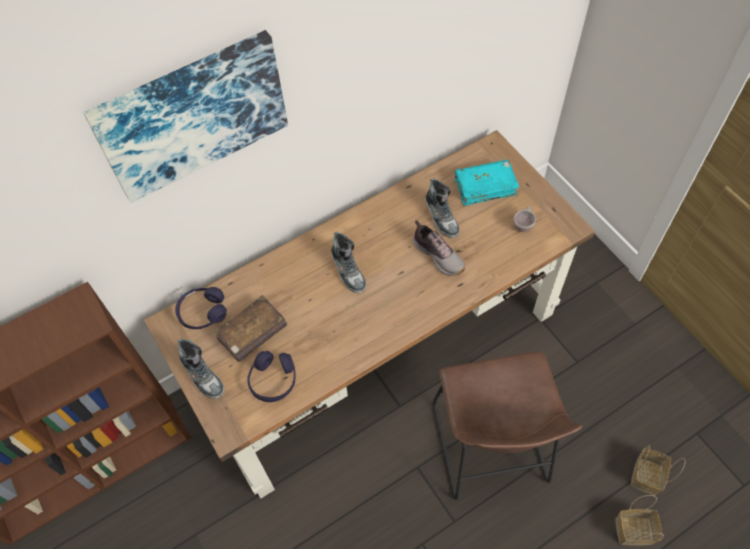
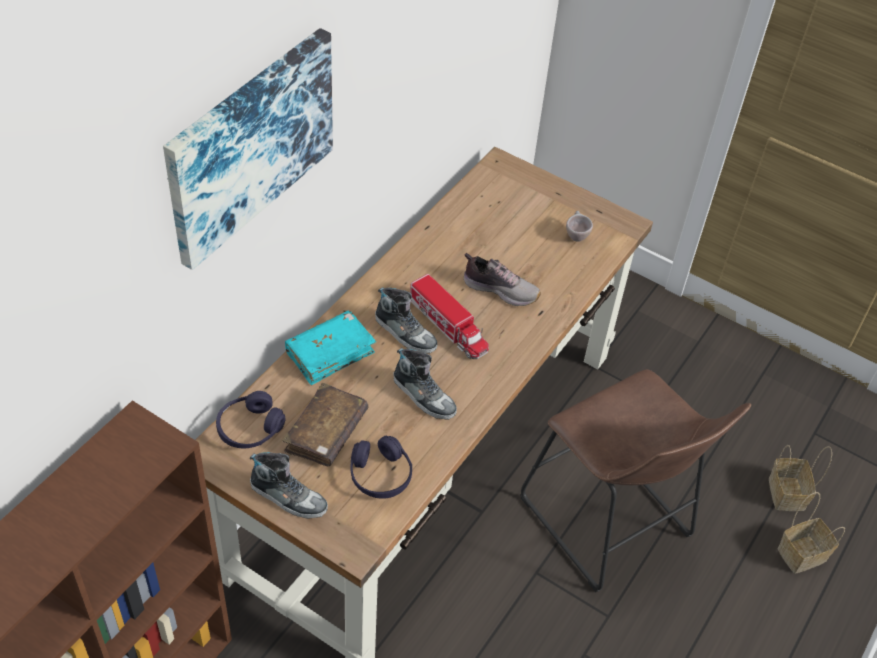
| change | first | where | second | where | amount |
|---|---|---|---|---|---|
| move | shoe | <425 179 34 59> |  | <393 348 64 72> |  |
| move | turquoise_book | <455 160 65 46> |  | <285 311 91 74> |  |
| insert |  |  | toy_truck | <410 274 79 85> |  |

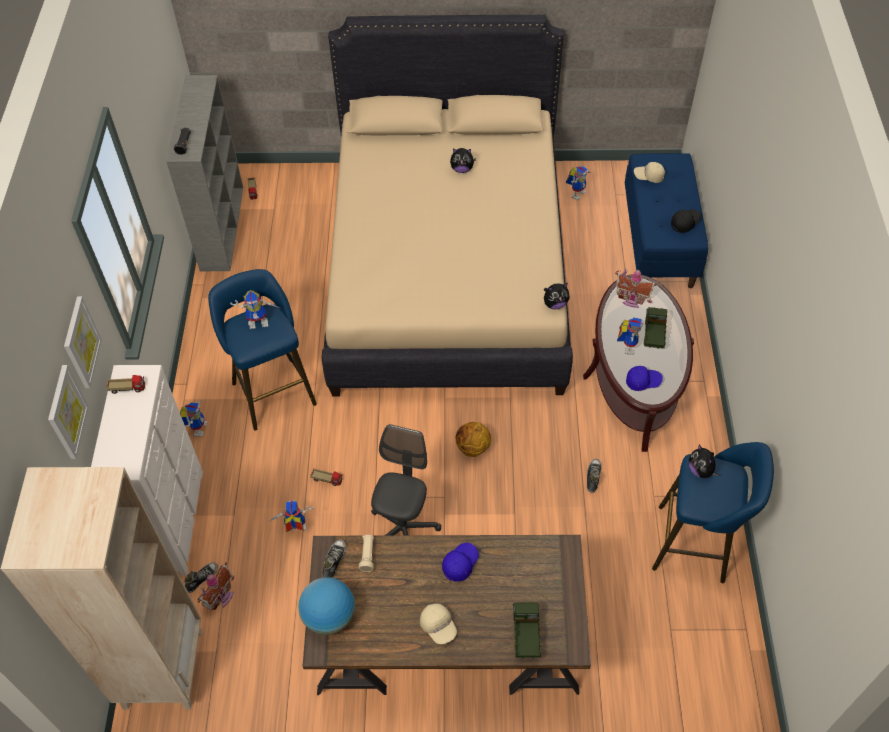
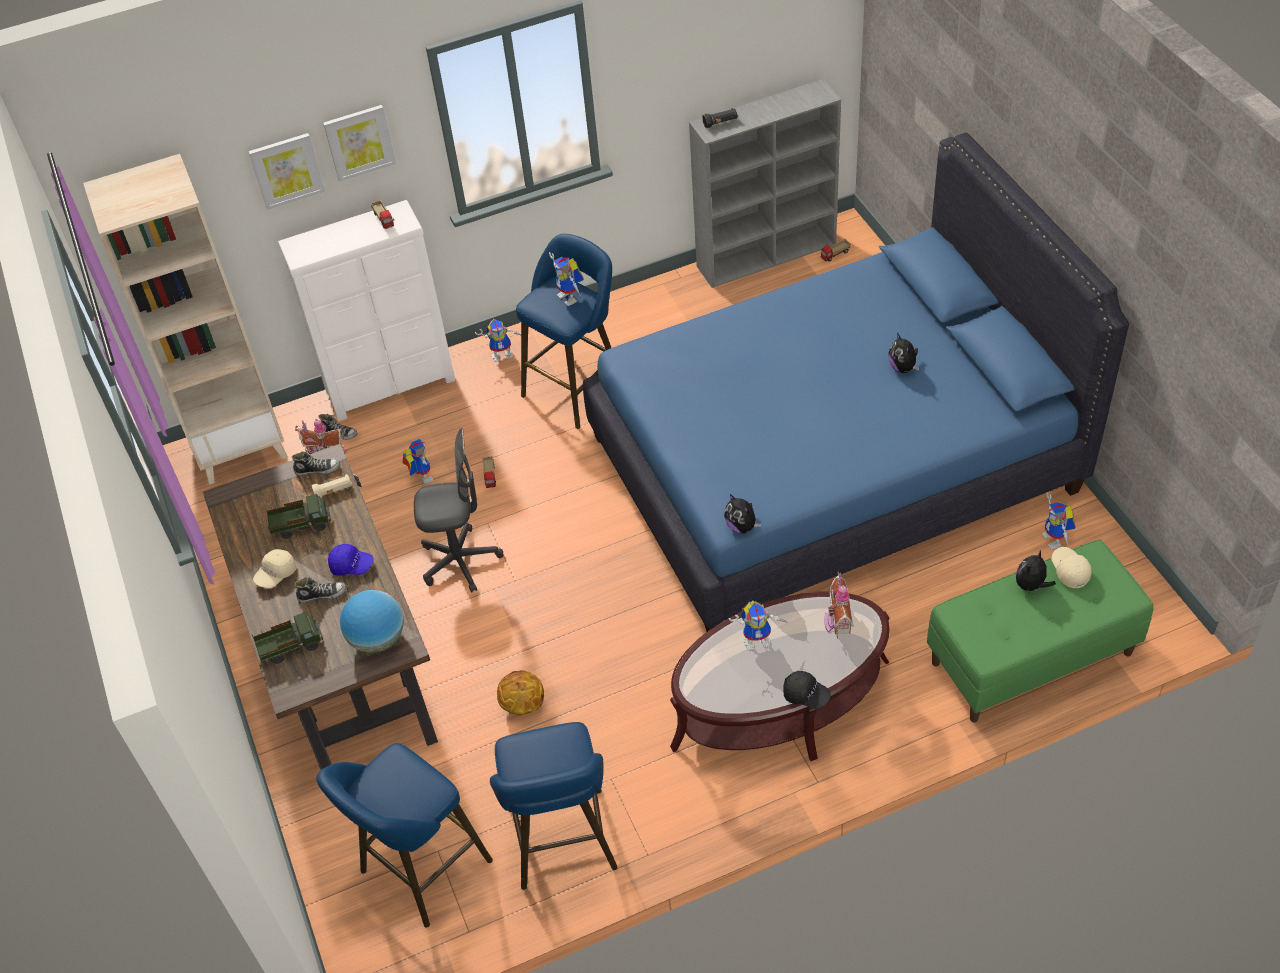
| change | first | where | second | where | amount |
|---|---|---|---|---|---|
| move | globe | <298 577 57 58> |  | <340 590 64 63> |  |
| recolor | beige_bed | <322 15 251 382> | blue_bed | <583 133 546 499> |  |
| move | basketball | <455 422 36 35> |  | <497 670 47 45> |  |
| rotate | toy_robot | <566 166 25 34> |  | <1042 492 34 58> | 60 degrees clockwise |
| move | shoe | <587 459 14 34> |  | <295 577 51 26> |  |
| recolor | blue_bench | <625 153 83 135> | green_bench | <927 540 227 182> |  |
| delete | blue_cap | <626 366 37 25> |  |  |  |
| move | toy_truck | <644 307 23 42> |  | <265 494 66 45> |  |
| move | black_cap | <671 209 30 24> |  | <784 671 47 38> |  |
| move | plush_toy | <689 444 30 34> |  | <1016 550 40 45> |  |
| insert |  |  | blue_stool | <316 743 177 185> |  |

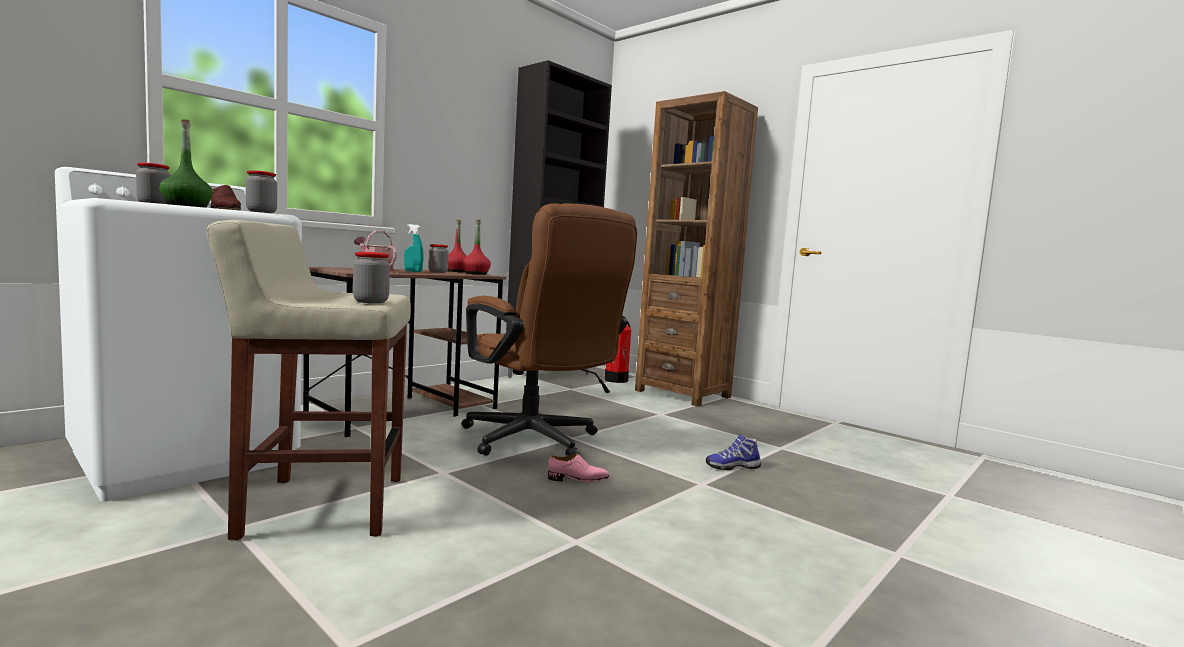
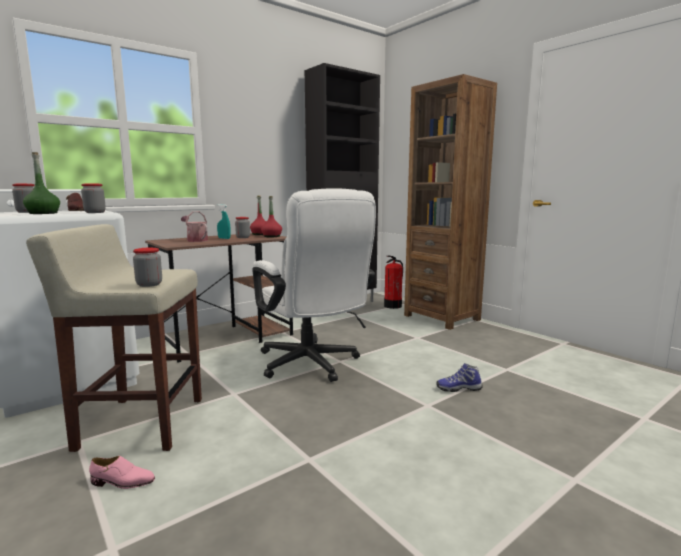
| change | first | where | second | where | amount |
|---|---|---|---|---|---|
| recolor | brown_office_chair | <461 203 176 253> | white_office_chair | <252 188 124 194> |  |
| move | pink_shoe | <548 454 61 28> |  | <89 456 66 33> |  |

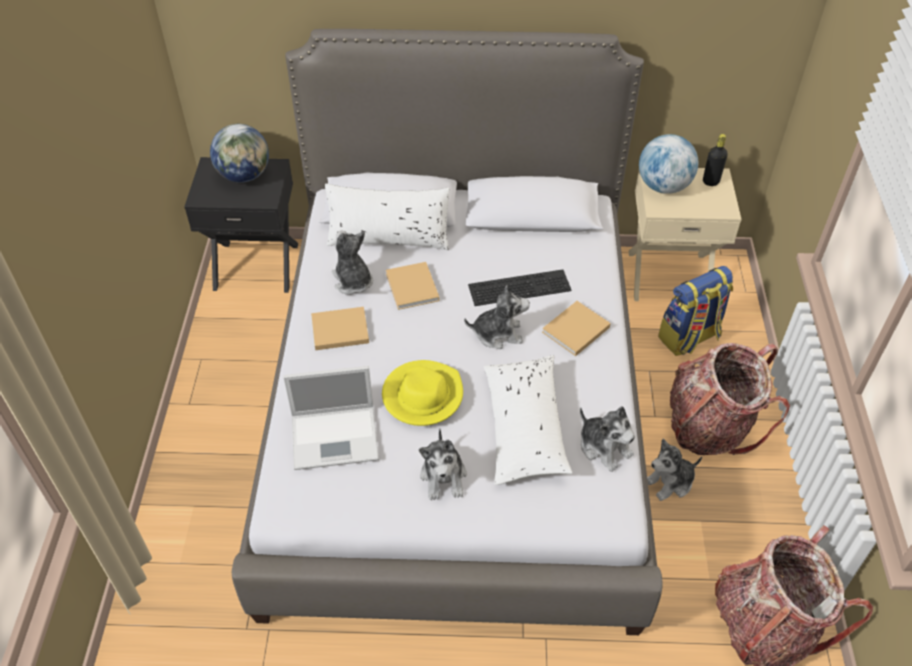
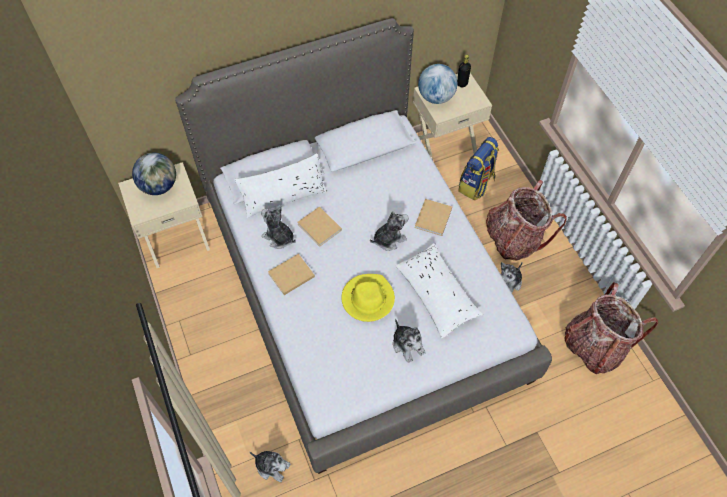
| change | first | where | second | where | amount |
|---|---|---|---|---|---|
| recolor | black_nightstand | <184 157 114 136> | beige_nightstand | <118 162 92 106> |  |
| delete | laptop | <283 366 96 104> |  |  |  |
| delete | keyboard | <468 269 104 37> |  |  |  |
| move | plush_toy | <580 406 55 66> |  | <250 451 41 31> |  |

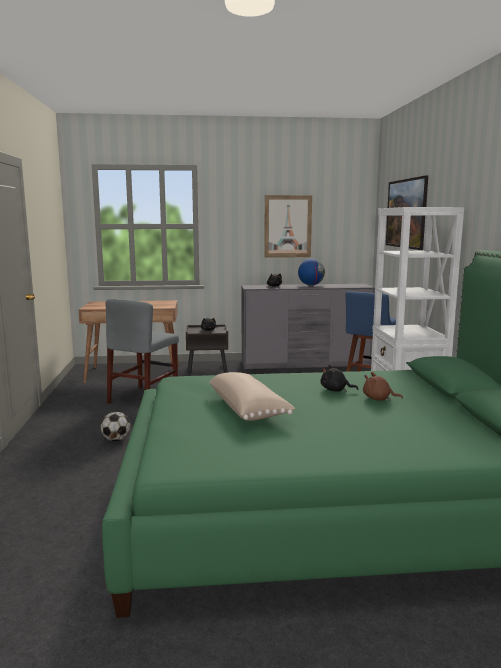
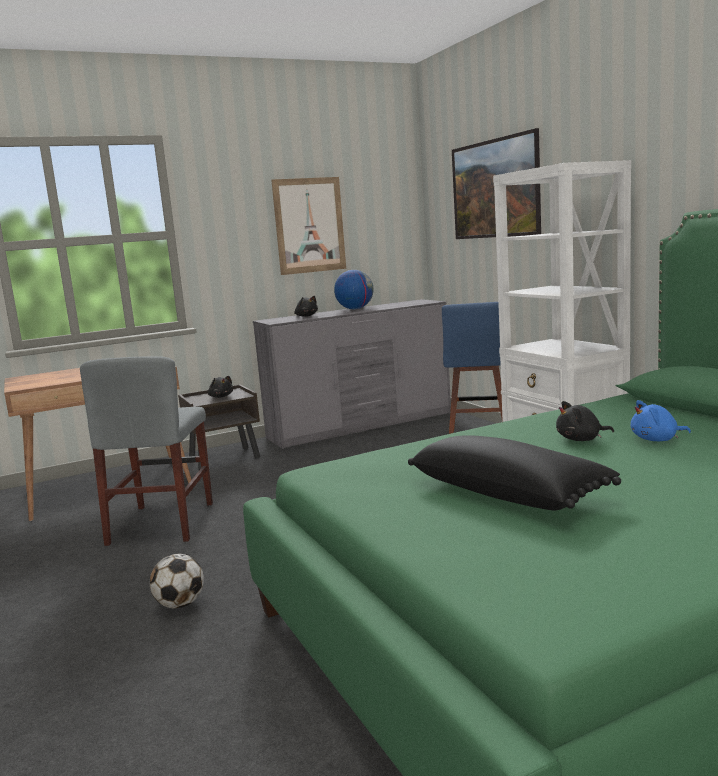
| change | first | where | second | where | amount |
|---|---|---|---|---|---|
| recolor | beige_pillow | <209 372 86 49> | black_pillow | <408 435 213 75> |  |
| recolor | brown_plush_toy | <363 372 40 29> | blue_plush_toy | <631 400 60 41> |  |

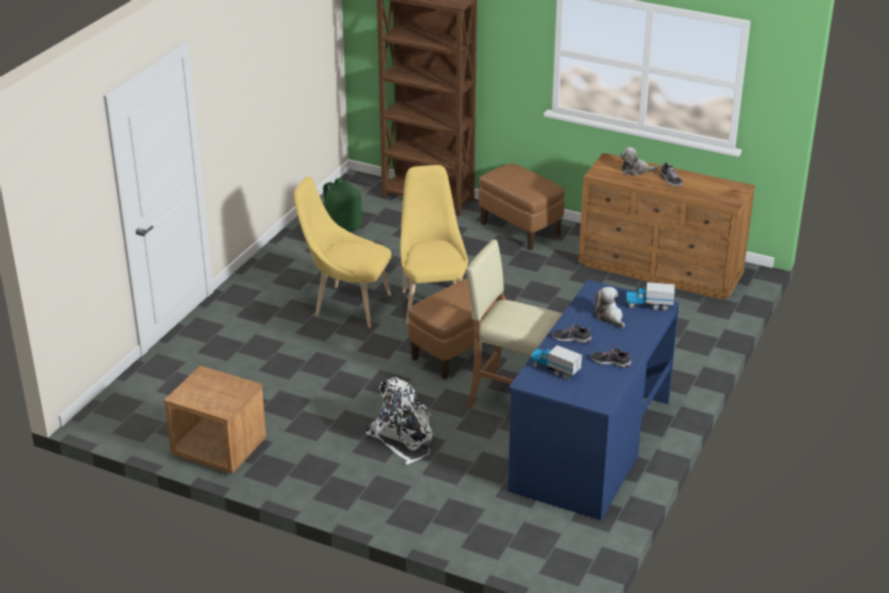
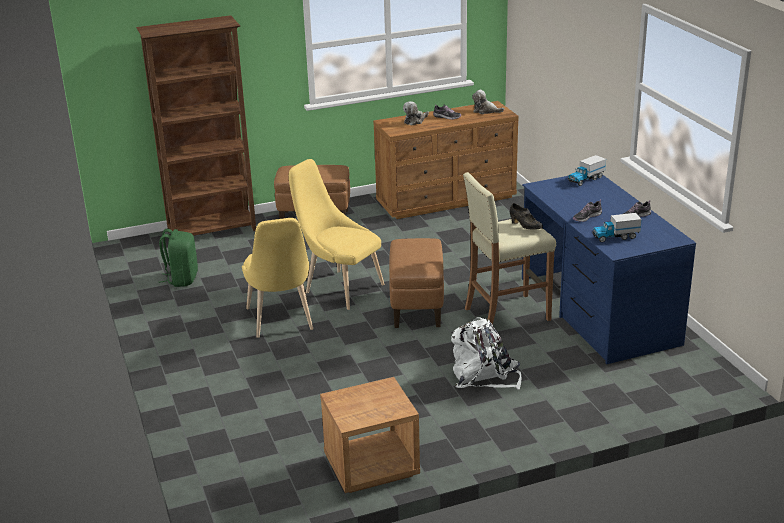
| change | first | where | second | where | amount |
|---|---|---|---|---|---|
| rotate | yellow_chair | <294 177 97 151> |  | <242 218 71 120> | 75 degrees counterclockwise |
| move | plush_toy | <594 287 31 41> |  | <472 90 32 24> |  |
| insert |  |  | black_shoe | <510 203 33 26> |  |

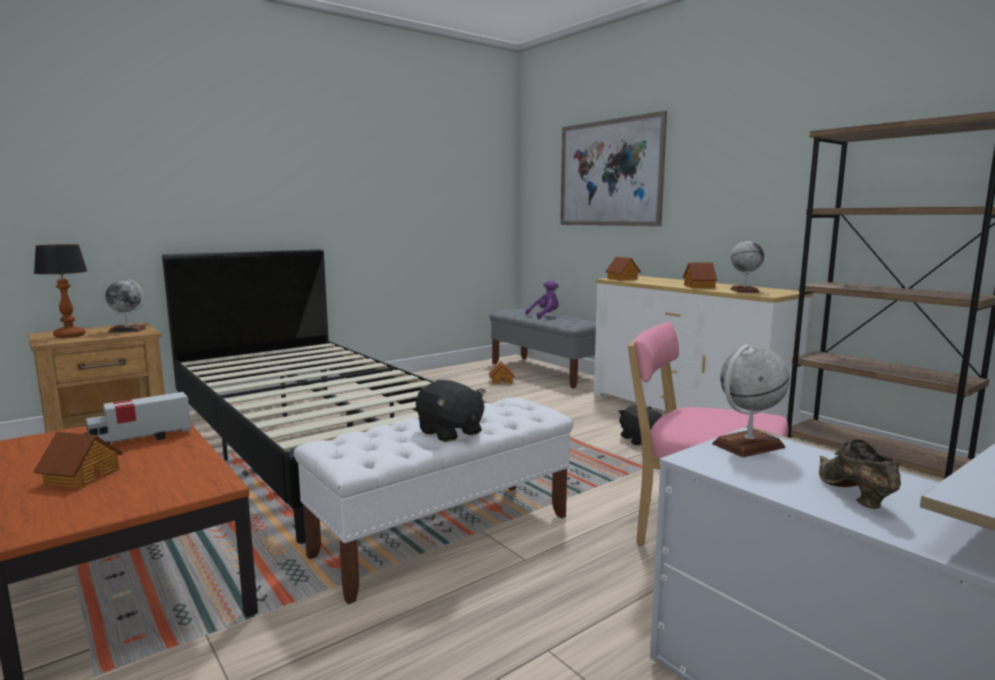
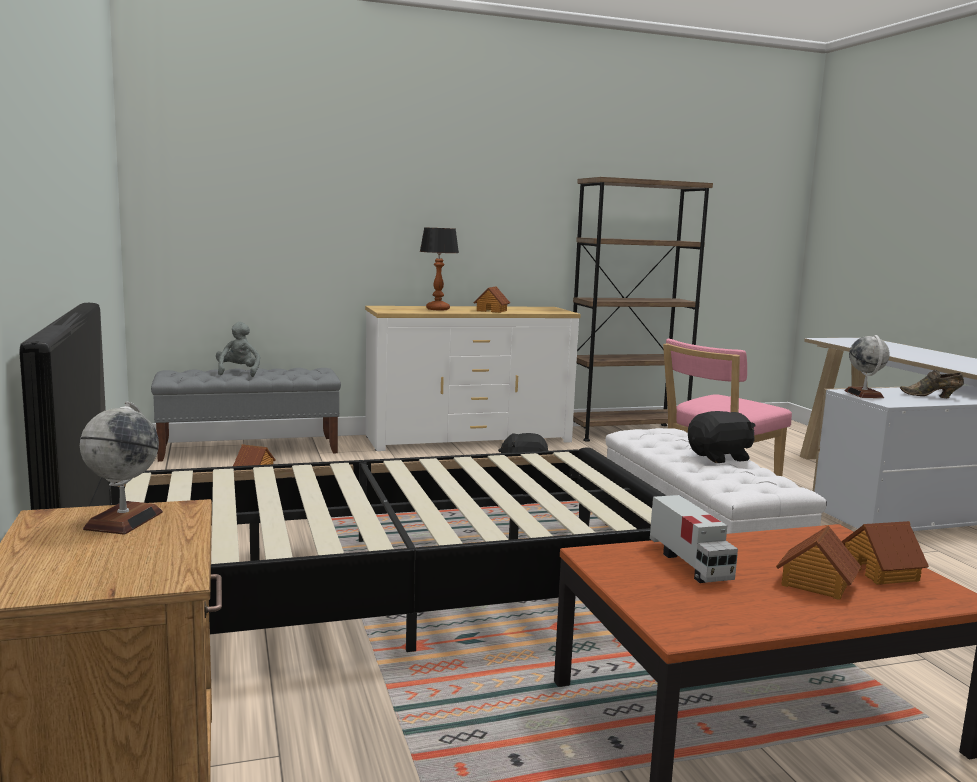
| change | first | where | second | where | amount |
|---|---|---|---|---|---|
| move | table_lamp | <34 244 53 94> |  | <420 228 39 82> |  |
| recolor | purple_plush_toy | <525 280 34 39> | grey_plush_toy | <216 322 44 55> |  |
| delete | picture | <560 111 107 115> |  |  |  |
| move | toy_house | <605 257 36 24> |  | <841 521 88 64> |  |
| delete | globe | <730 239 34 54> |  |  |  |

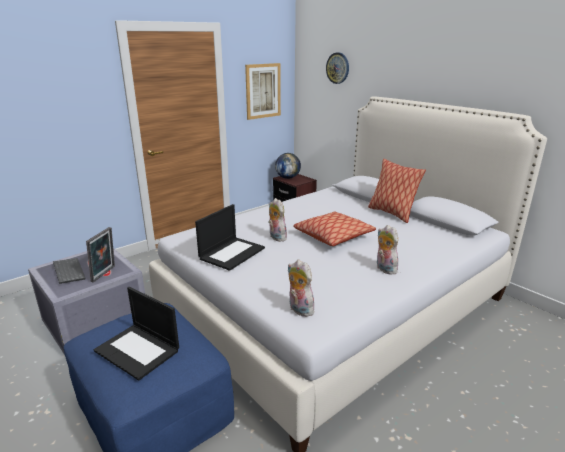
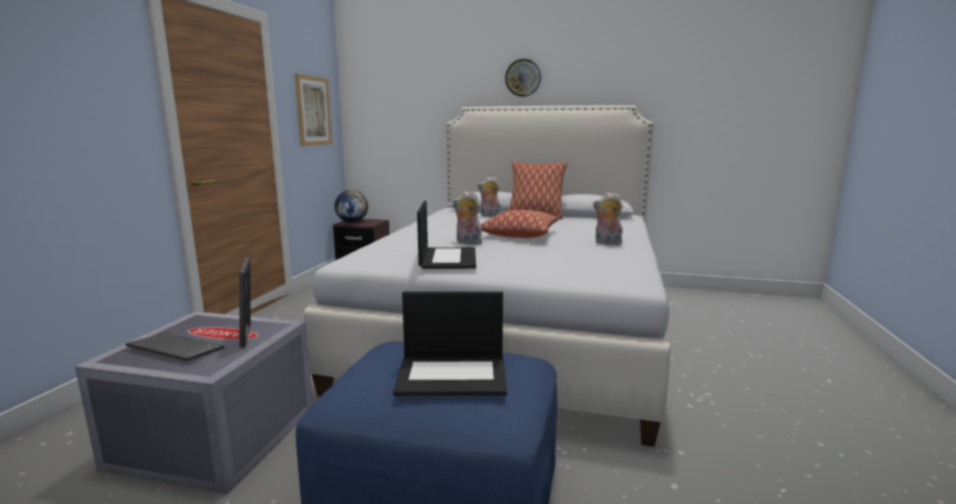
| change | first | where | second | where | amount |
|---|---|---|---|---|---|
| move | plush_toy | <288 260 26 57> |  | <477 177 24 40> |  |
| move | wall_clock | <326 52 23 32> |  | <505 59 36 38> |  |

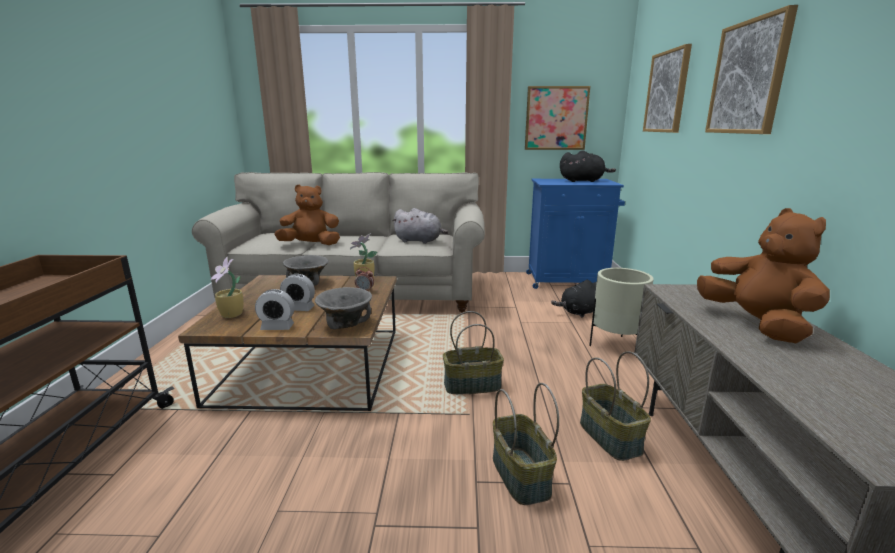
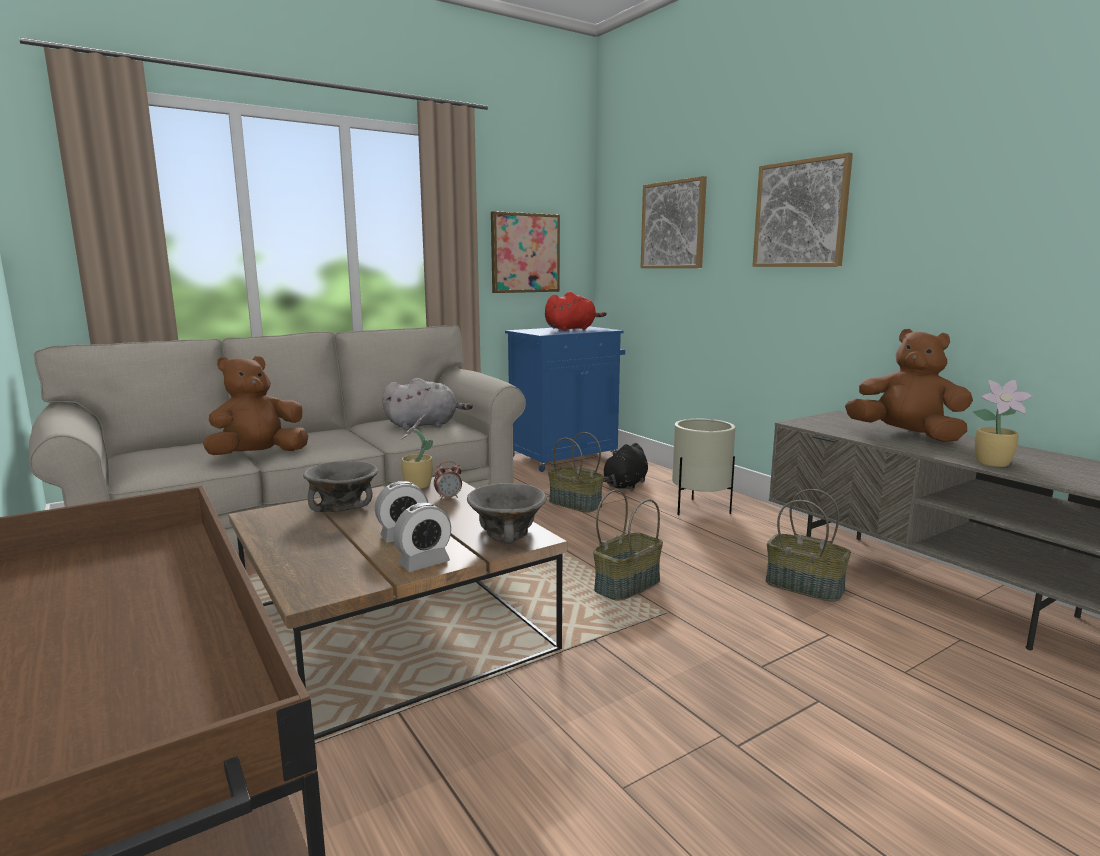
| change | first | where | second | where | amount |
|---|---|---|---|---|---|
| move | potted_plant | <210 257 33 61> |  | <973 380 60 87> |  |
| move | basket | <493 383 66 122> |  | <548 432 56 80> |  |
| recolor | black_plush_toy | <560 150 56 32> | red_plush_toy | <545 292 62 39> |  |

